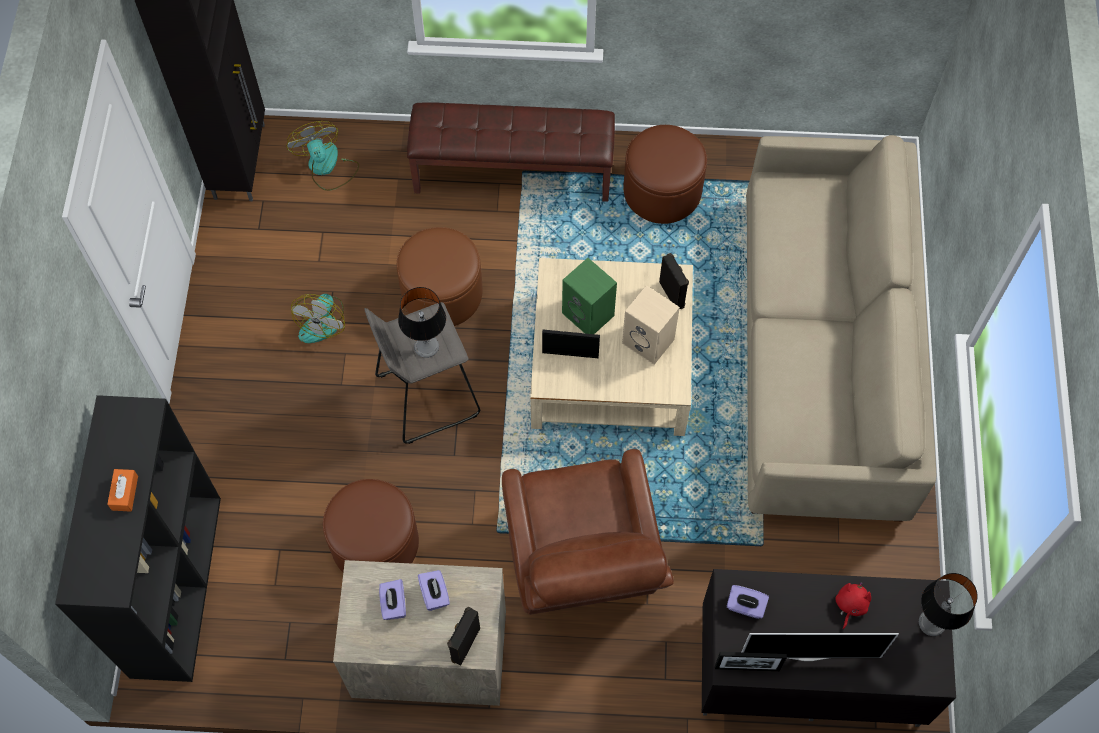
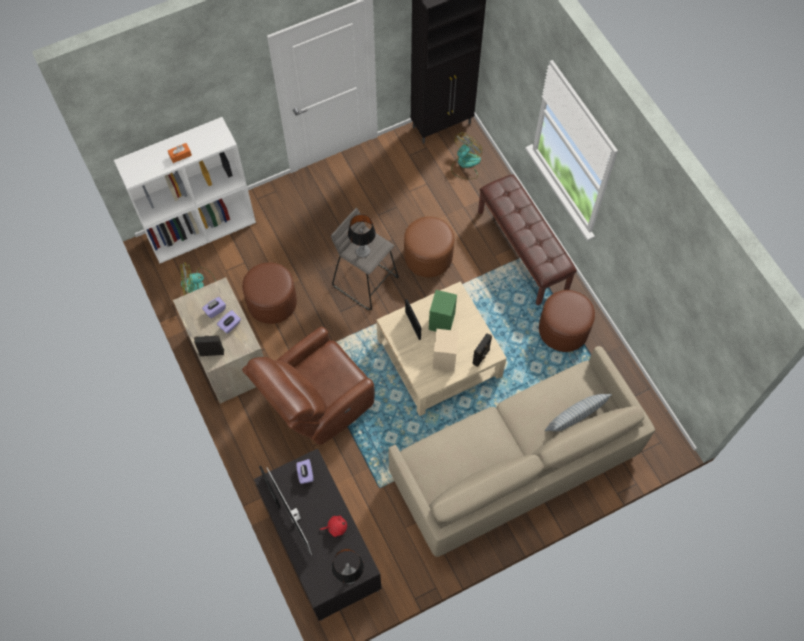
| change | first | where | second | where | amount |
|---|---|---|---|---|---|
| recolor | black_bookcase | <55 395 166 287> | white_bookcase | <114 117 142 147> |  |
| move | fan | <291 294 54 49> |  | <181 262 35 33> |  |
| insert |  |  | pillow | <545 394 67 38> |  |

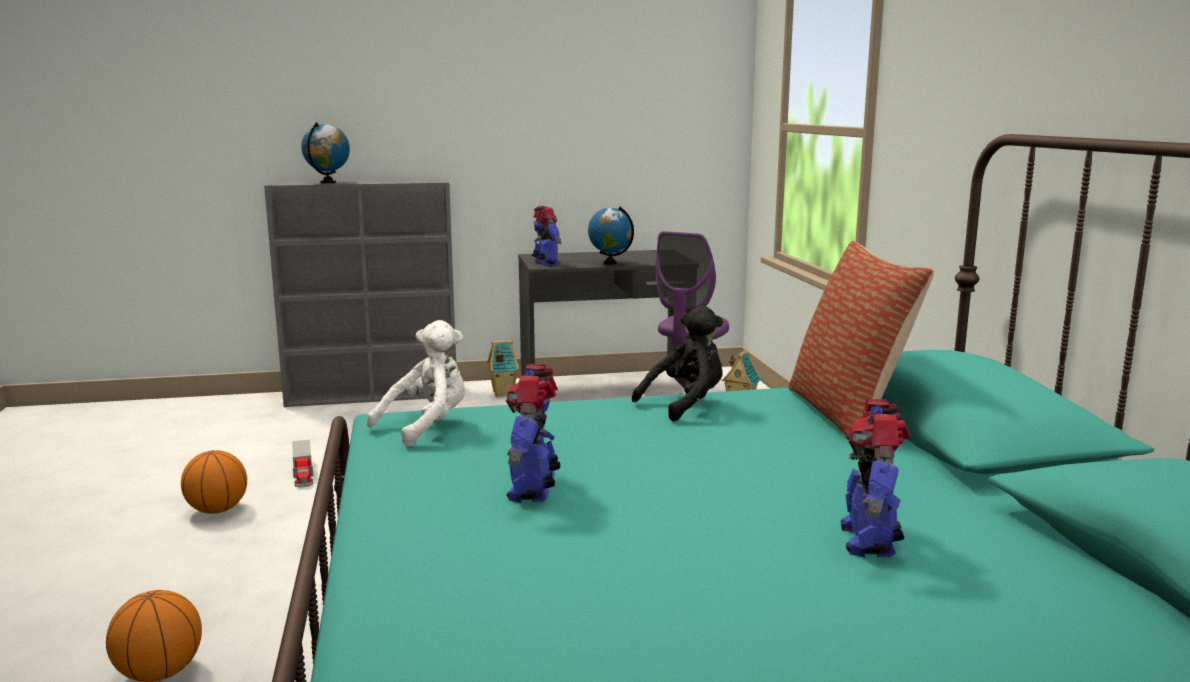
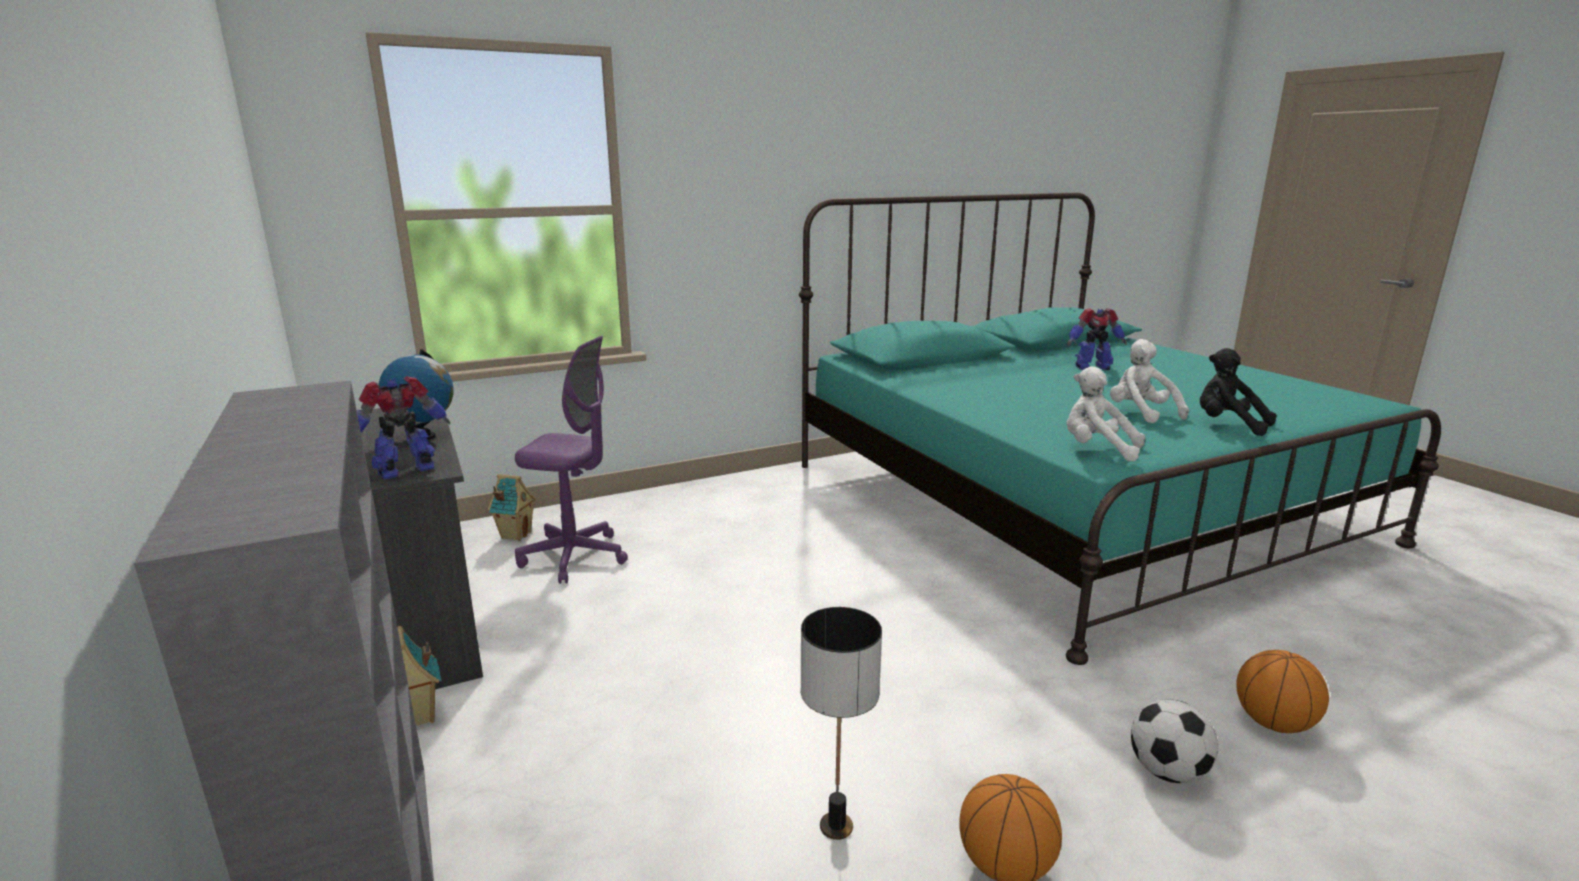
| change | first | where | second | where | amount |
|---|---|---|---|---|---|
| replace | toy_truck | <292 440 21 48> | table_lamp | <801 607 81 233> |  |
| delete | globe | <301 122 49 61> |  |  |  |
| replace | toy_robot | <506 364 55 139> | white_plush_toy | <1110 339 79 85> |  |
| move | black_plush_toy | <632 306 91 115> |  | <1200 348 77 88> |  |
| delete | pillow | <789 241 145 198> |  |  |  |
| insert |  |  | football | <1131 699 87 84> |  |

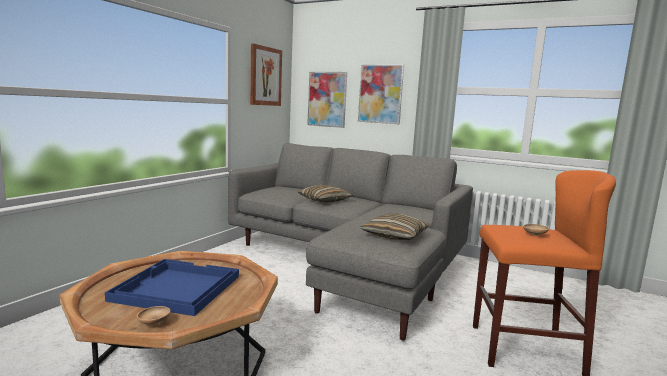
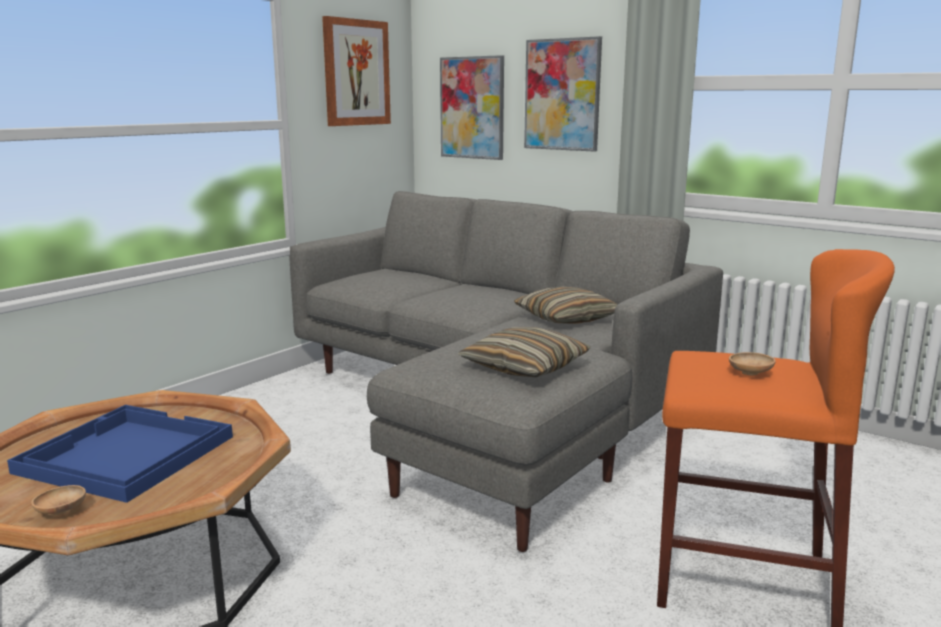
| change | first | where | second | where | amount |
|---|---|---|---|---|---|
| move | pillow | <298 185 55 18> |  | <514 287 104 37> |  |

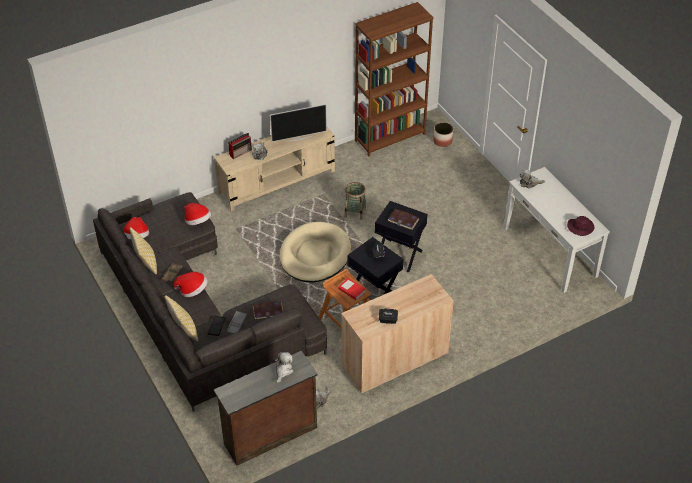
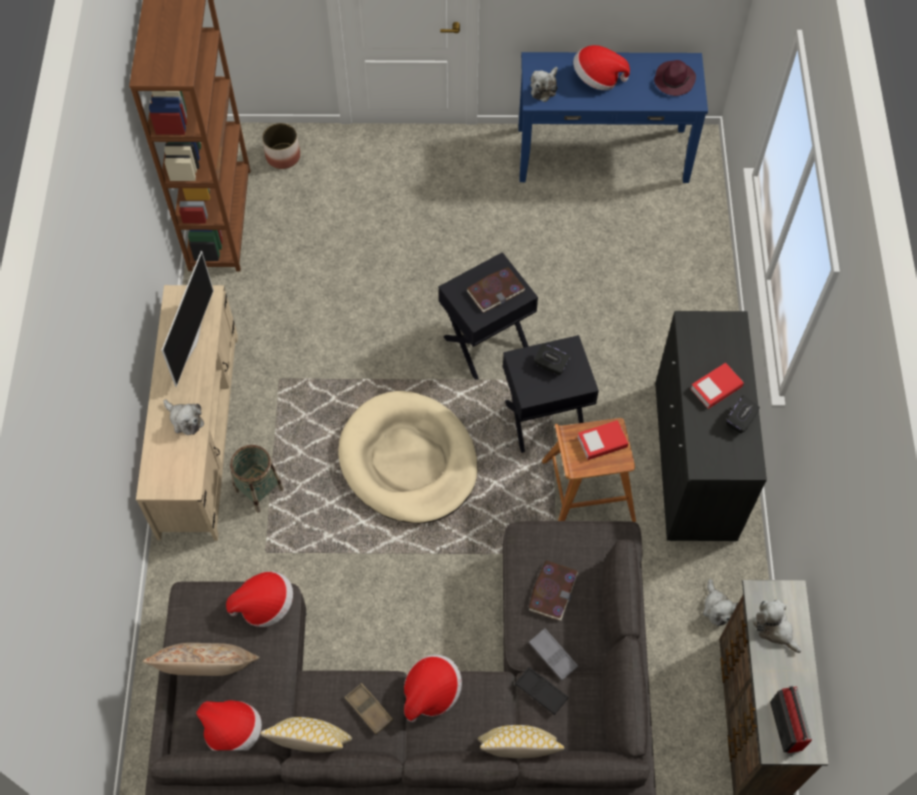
| change | first | where | second | where | amount |
|---|---|---|---|---|---|
| move | radio | <228 133 24 26> |  | <770 685 42 68> |  |
| recolor | beige_cabinet | <341 274 113 120> | black_cabinet | <655 311 112 230> |  |
| move | basket | <344 182 22 38> |  | <230 445 54 68> |  |
| recolor | white_console_table | <504 167 106 126> | blue_console_table | <518 52 190 131> |  |
| insert |  |  | beige_pillow | <143 643 116 33> |  |
| insert |  |  | hat | <573 45 57 45> |  |
| insert |  |  | book | <691 363 53 46> |  |

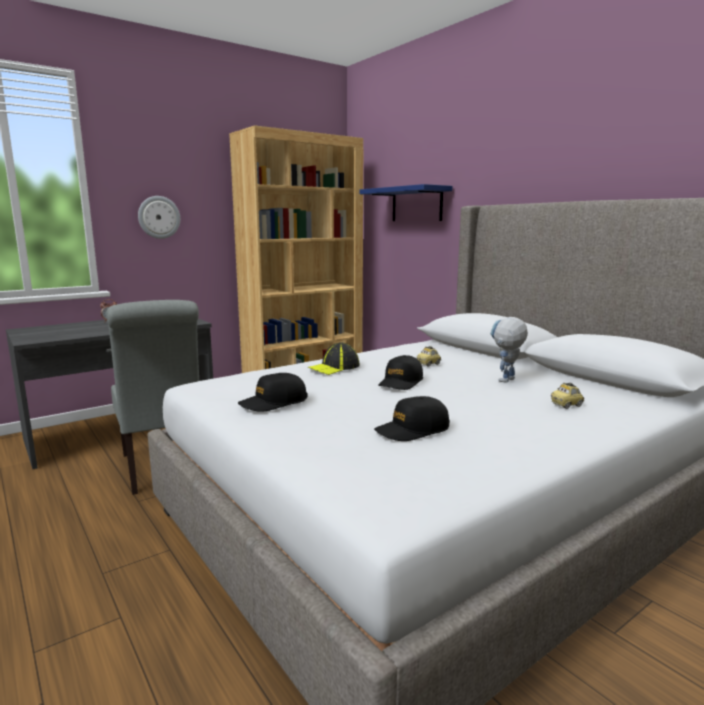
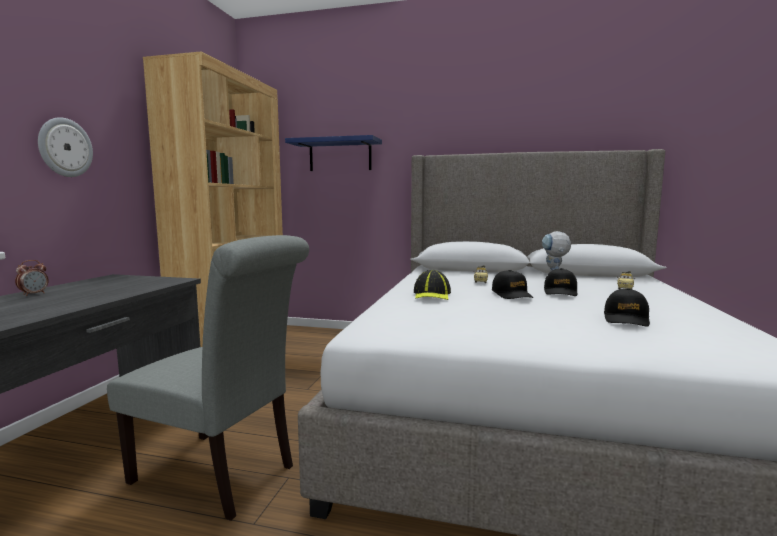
| change | first | where | second | where | amount |
|---|---|---|---|---|---|
| move | black_cap | <238 373 70 39> |  | <544 268 33 28> |  |

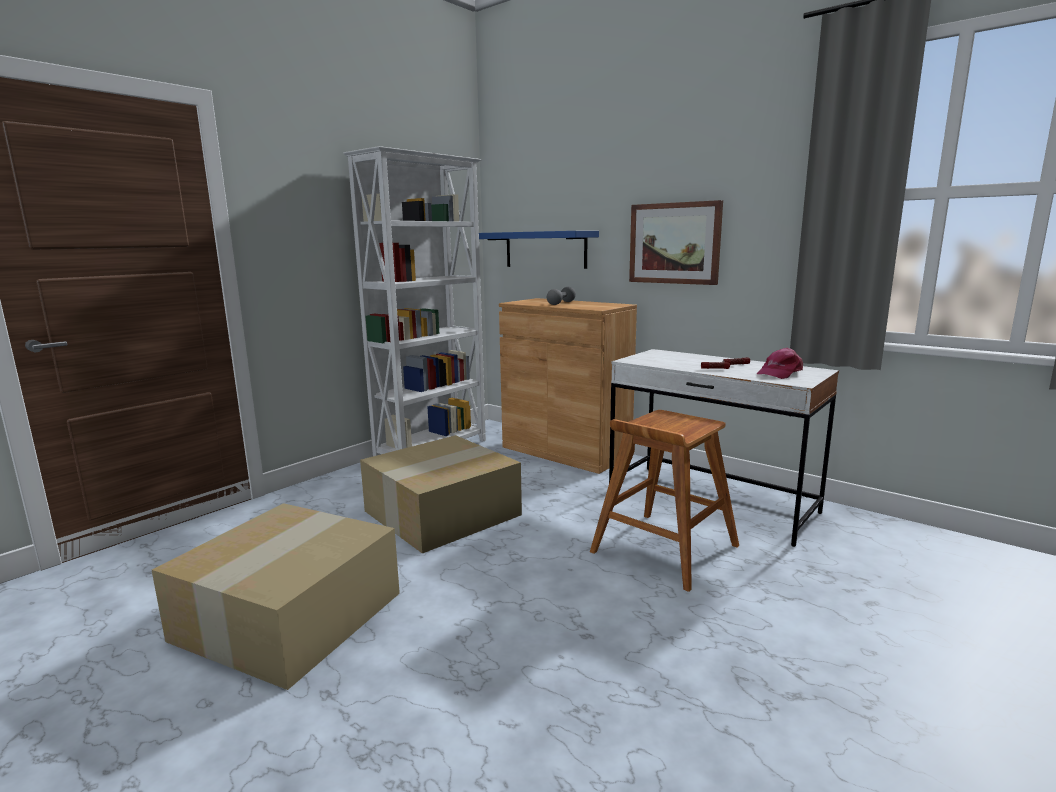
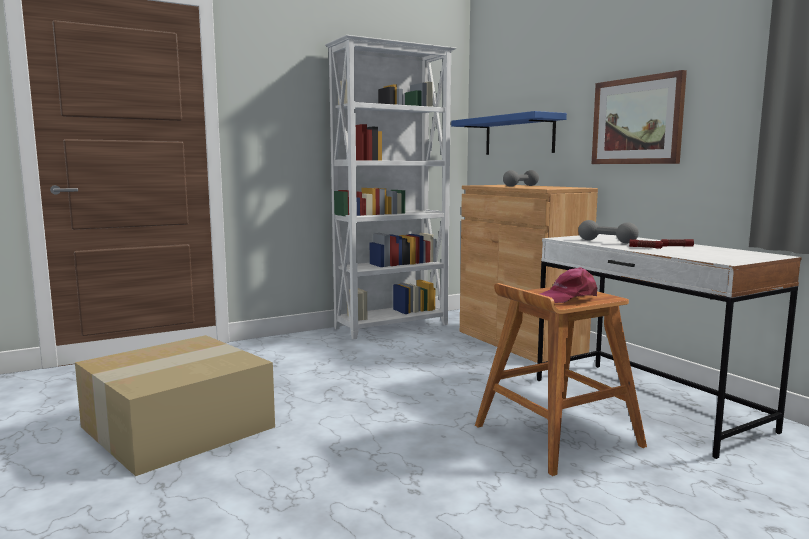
| change | first | where | second | where | amount |
|---|---|---|---|---|---|
| delete | cardboard_box | <360 435 162 119> |  |  |  |
| move | pink_cap | <757 348 46 31> |  | <540 267 57 36> |  |
| insert |  |  | grey_dumbbell | <578 220 61 24> |  |

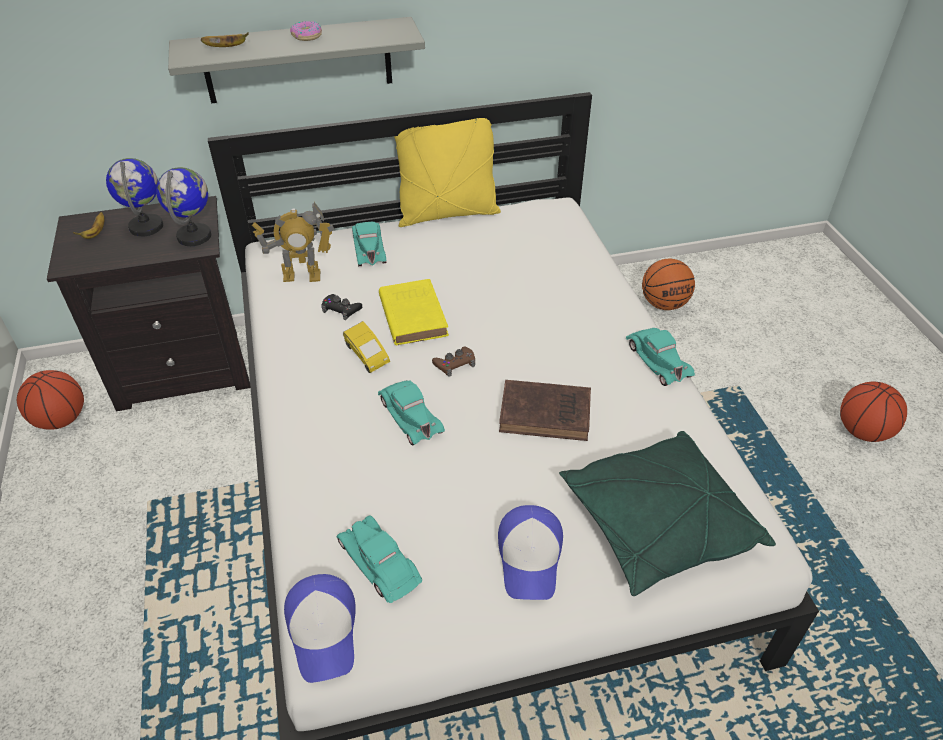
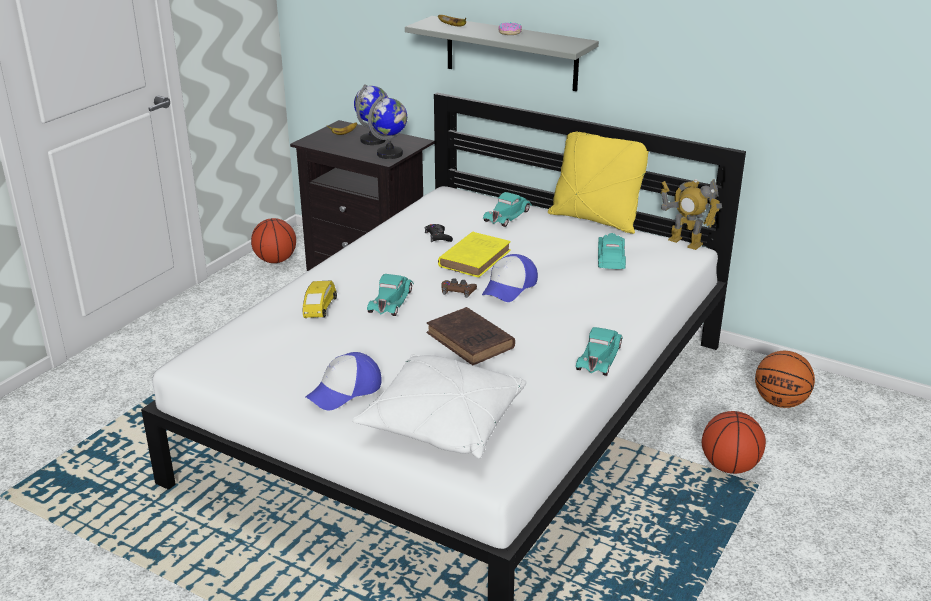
| change | first | where | second | where | amount |
|---|---|---|---|---|---|
| move | toy_robot | <252 202 83 80> |  | <661 179 61 71> |  |
| move | cap | <284 574 72 109> |  | <482 254 56 48> |  |
| move | turquoise_toy_car | <336 515 86 88> |  | <598 233 28 36> |  |
| move | yellow_toy_car | <343 321 47 52> |  | <303 280 34 38> |  |
| recolor | green_pillow | <559 431 217 165> | white_pillow | <353 354 173 105> |  |
| move | basketball | <840 381 67 61> |  | <702 411 64 63> |  |

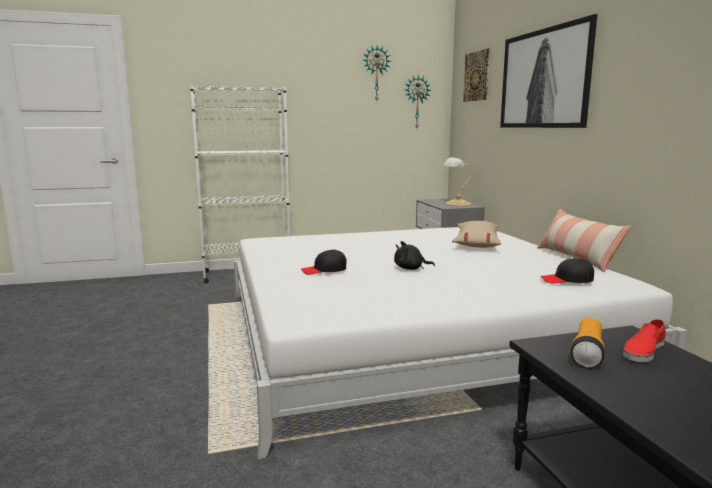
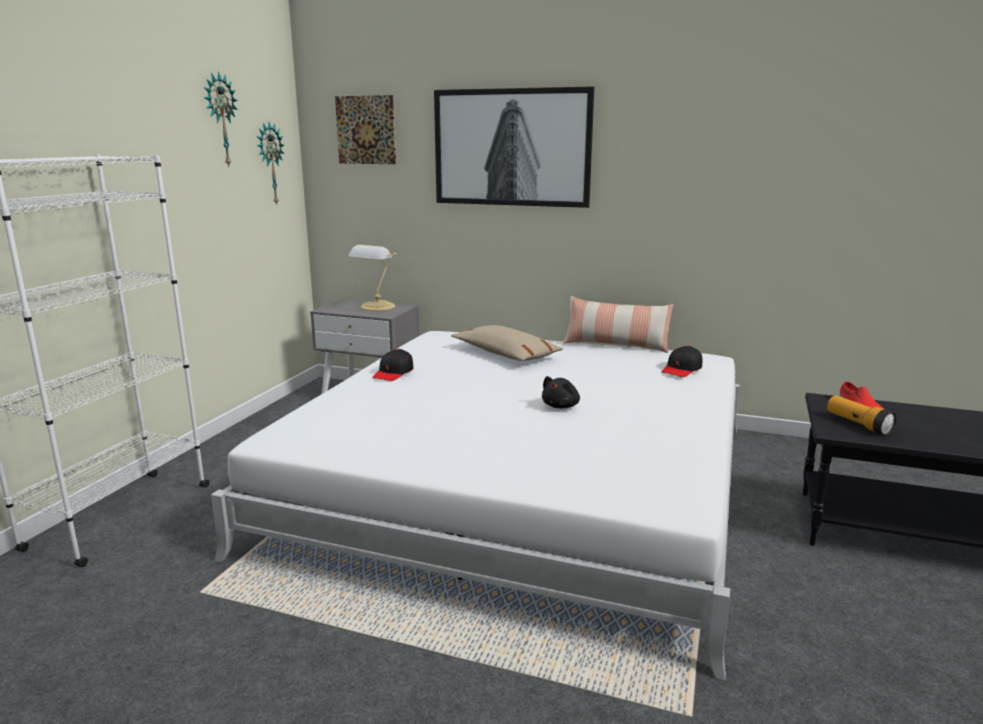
| change | first | where | second | where | amount |
|---|---|---|---|---|---|
| move | black_cap | <301 249 46 25> |  | <372 349 42 32> |  |

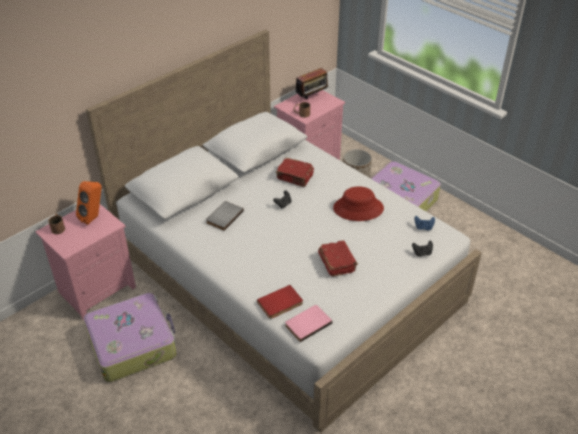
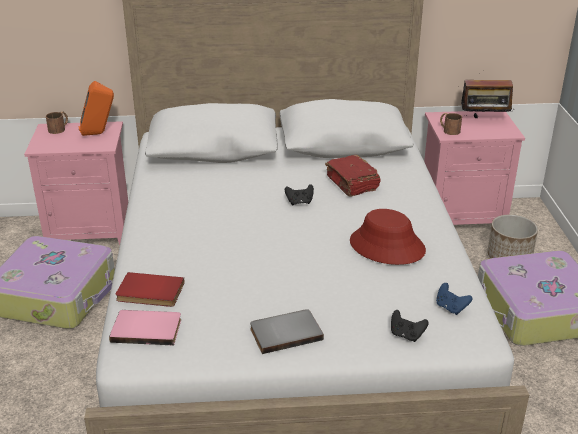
| change | first | where | second | where | amount |
|---|---|---|---|---|---|
| move | grey_book | <206 201 38 30> |  | <250 309 74 45> |  |
| delete | red_book | <318 240 40 37> |  |  |  |

